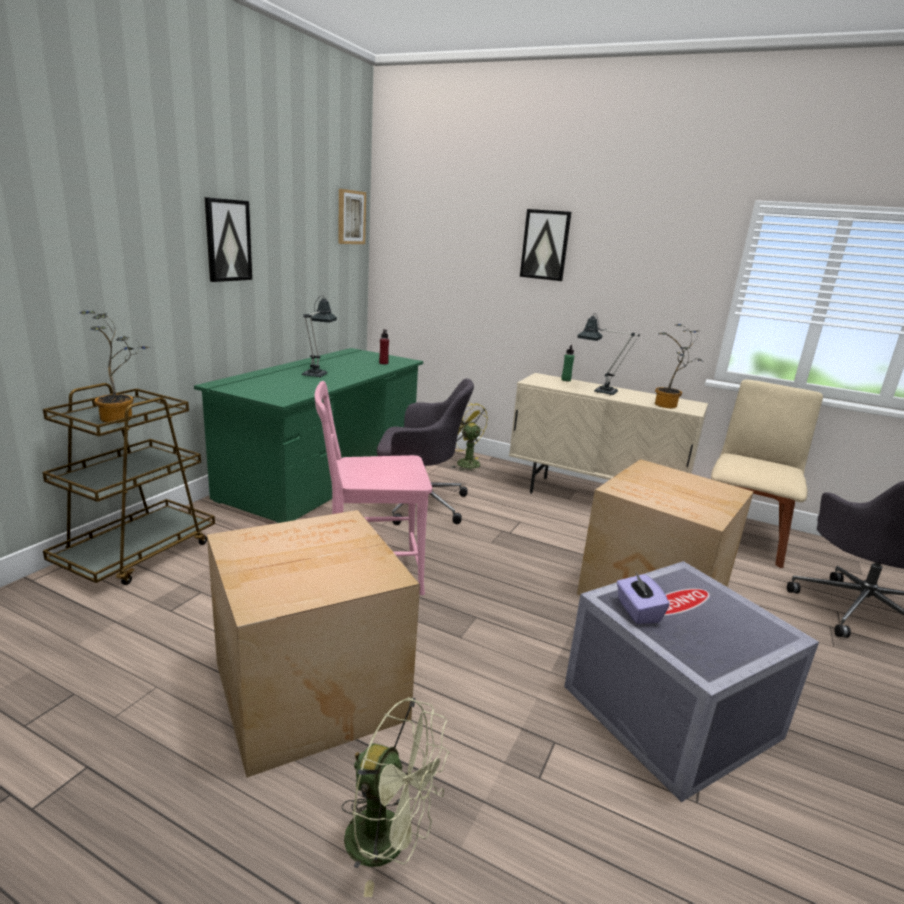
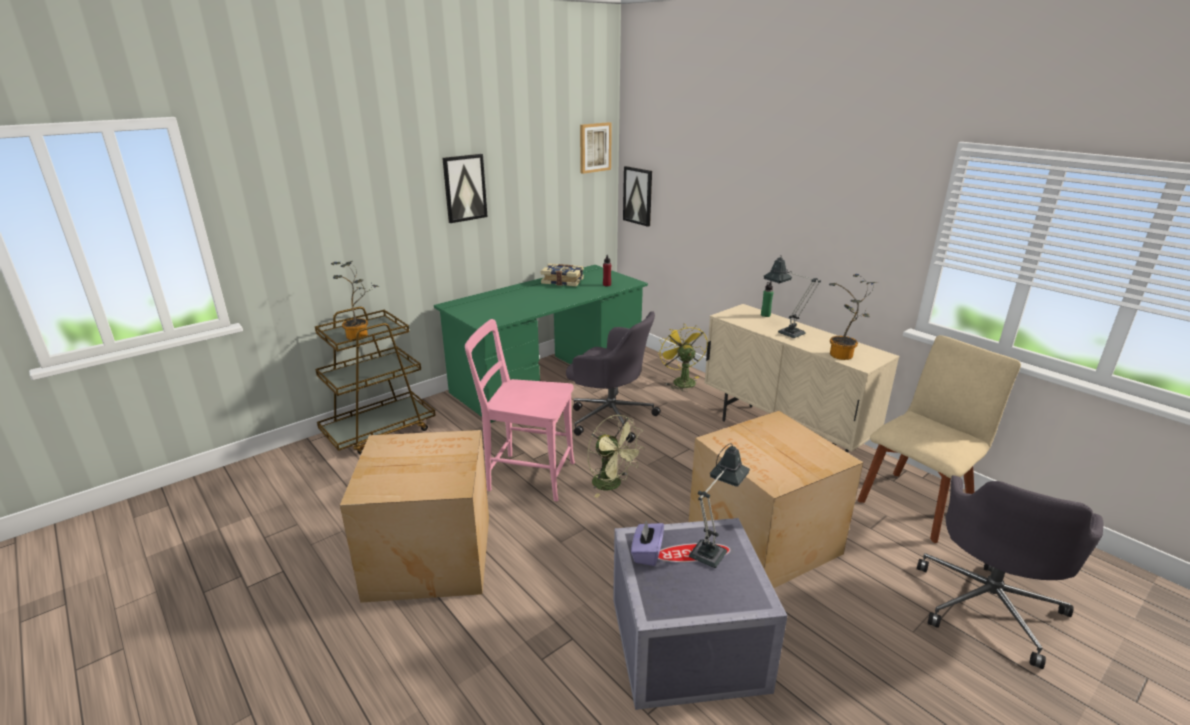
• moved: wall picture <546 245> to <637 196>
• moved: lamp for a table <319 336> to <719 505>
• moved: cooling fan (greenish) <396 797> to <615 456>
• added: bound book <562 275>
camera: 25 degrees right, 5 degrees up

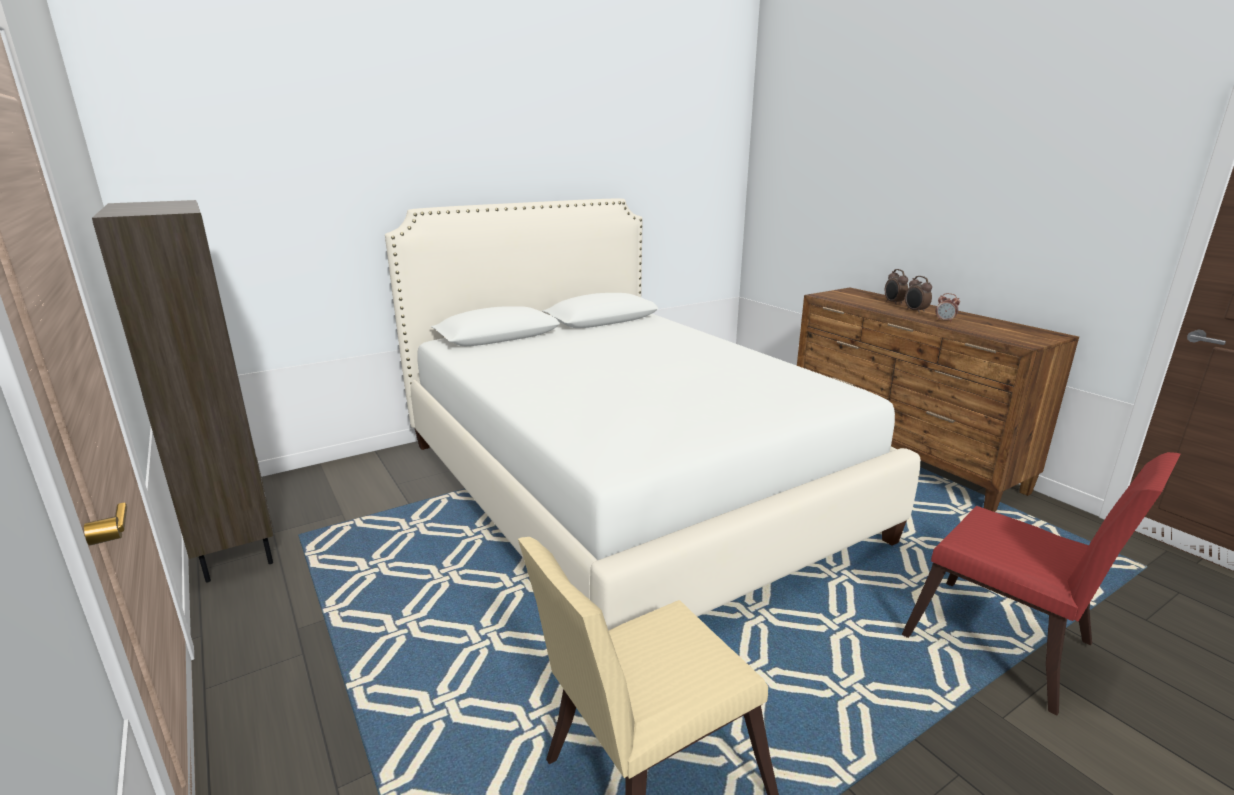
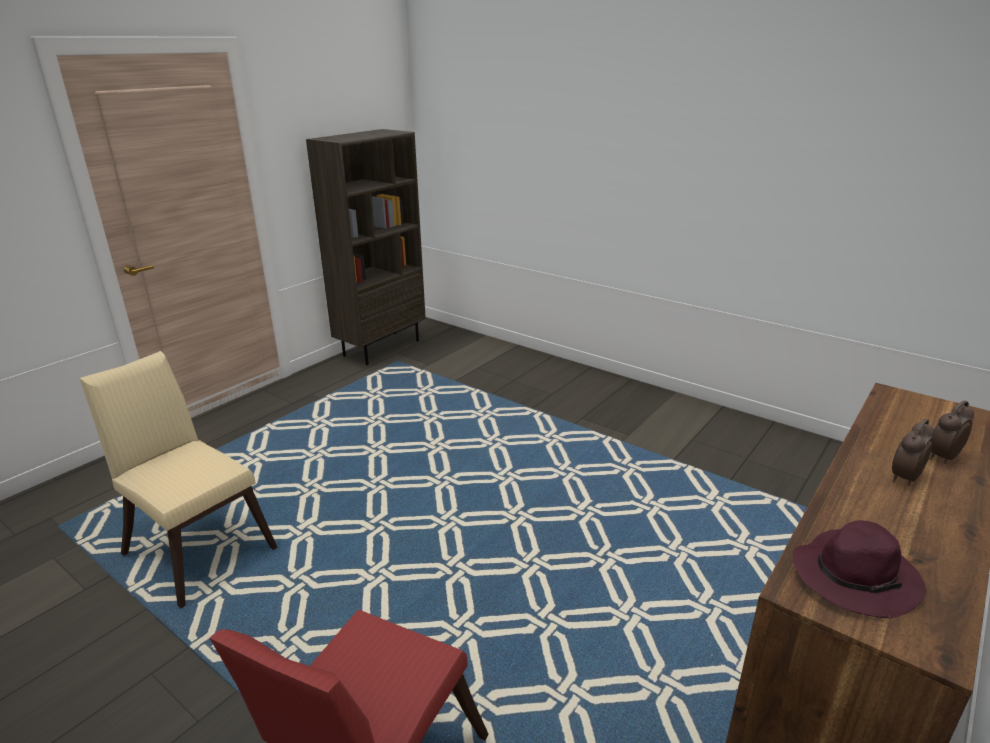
• removed: bed (whitish) <653 414>
• removed: table clock <948 307>
• added: clothing hat (purple-coloured) <859 569>
camera: 70 degrees right, 5 degrees up

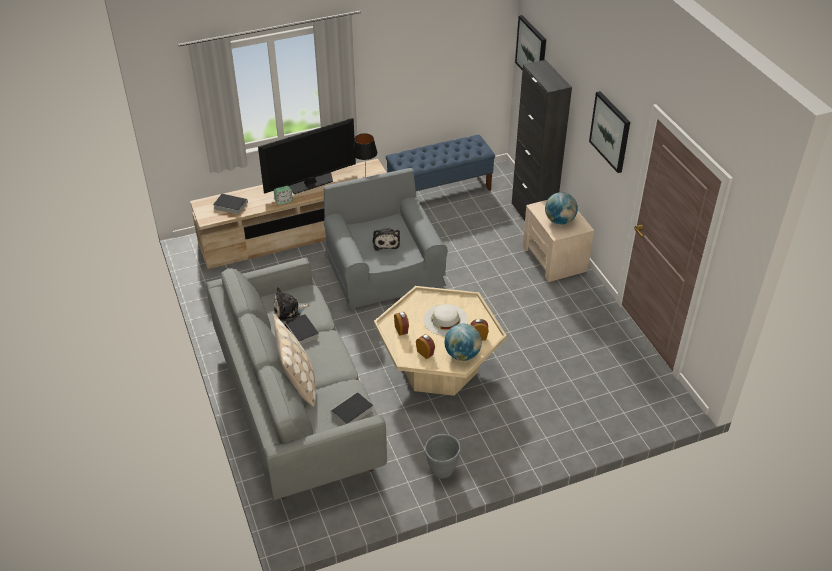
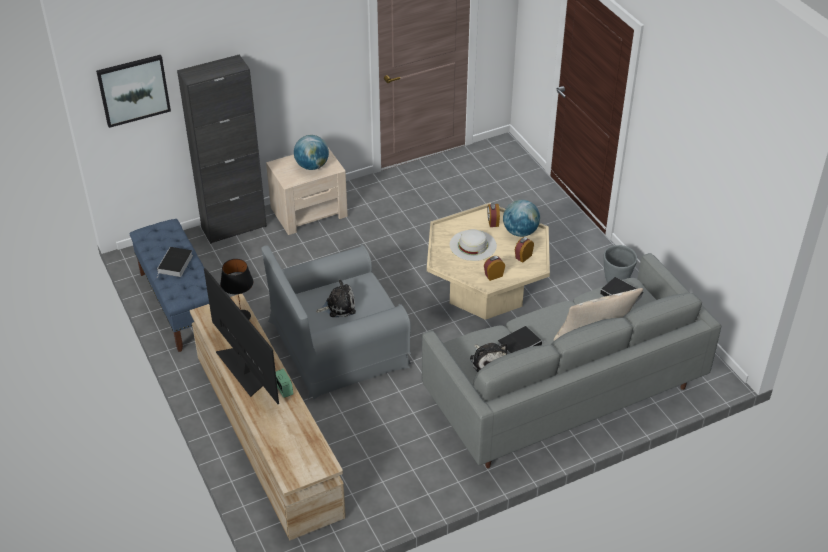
• removed: wall picture <609 132>
• moved: bound book <230 204> to <175 262>
camera: 95 degrees left, 0 degrees up

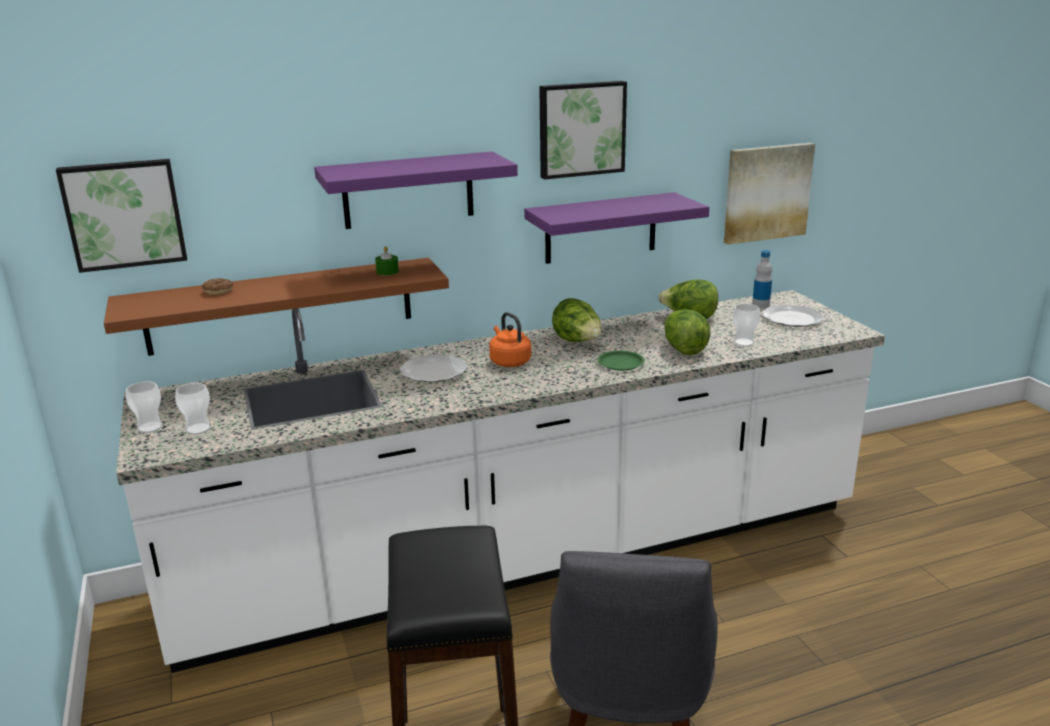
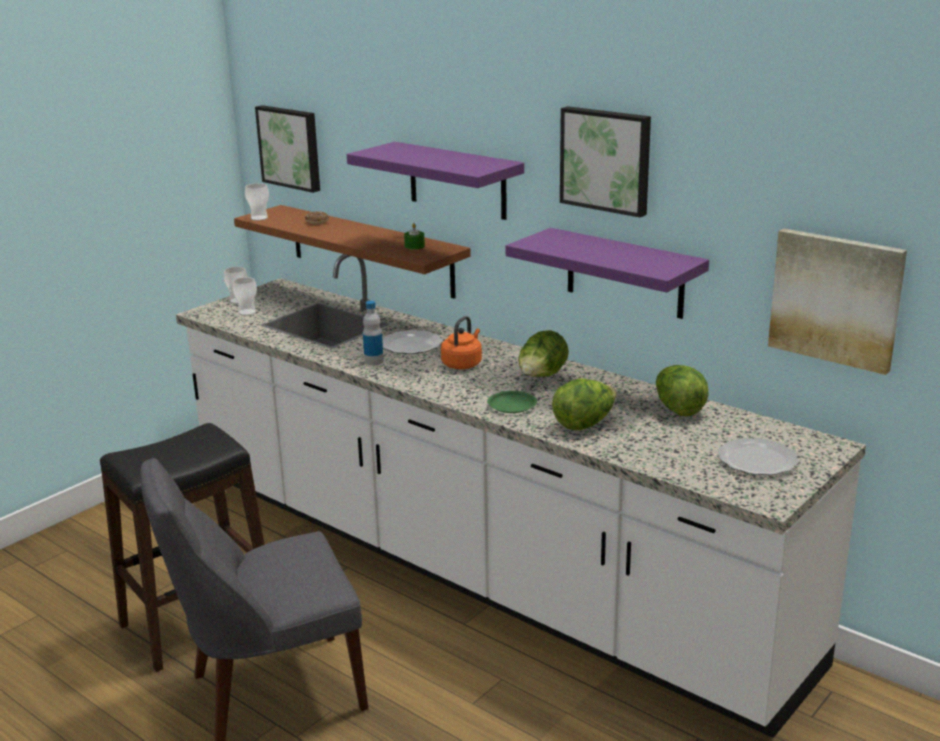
• moved: bottle <762 279> to <373 333>
• moved: cup <746 325> to <257 202>
camera: 60 degrees right, 0 degrees up

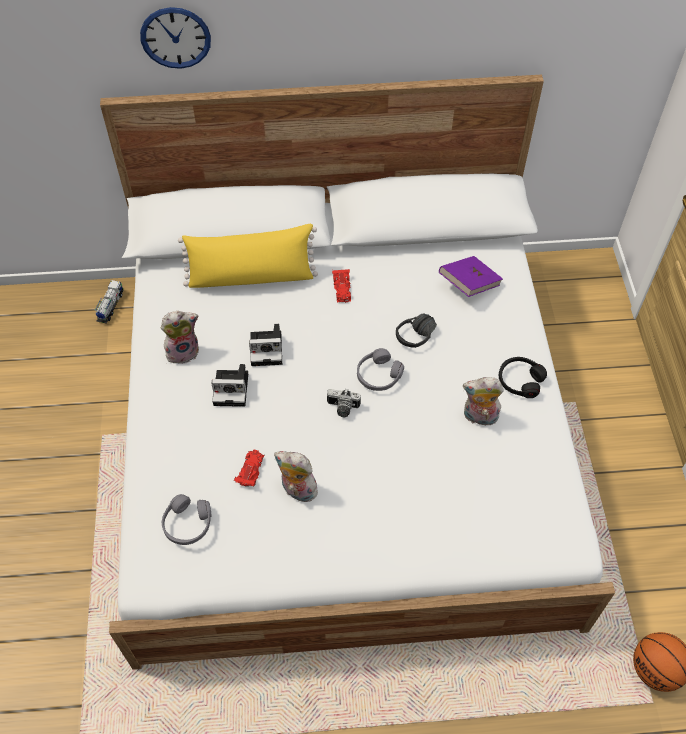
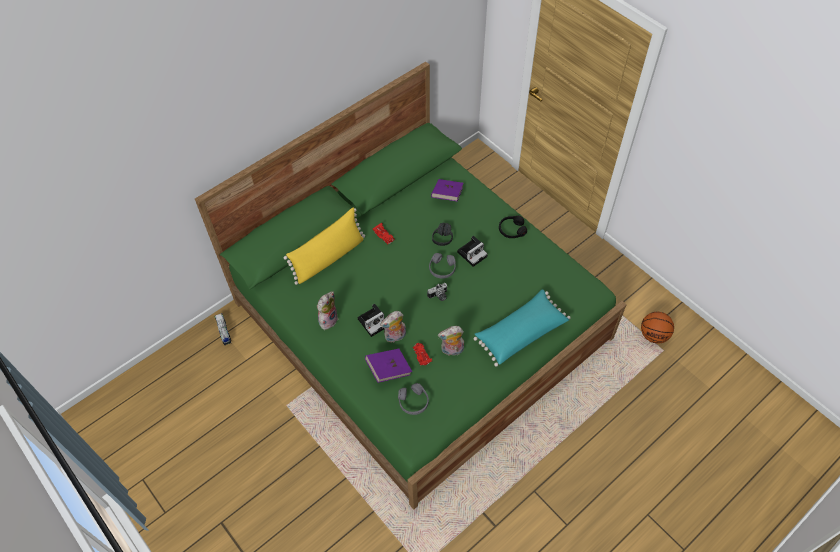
• removed: hanging clock <175 38>
• recoloured: bed (whitish) <357 372> to bed (greenish) <411 285>
• moved: photo camera <265 345> to <472 251>
• moved: soft toy <483 401> to <393 327>
• added: cushion (turquoise) <522 328>
• added: bound book (purple-coloured) <388 366>
camera: 35 degrees left, 0 degrees up

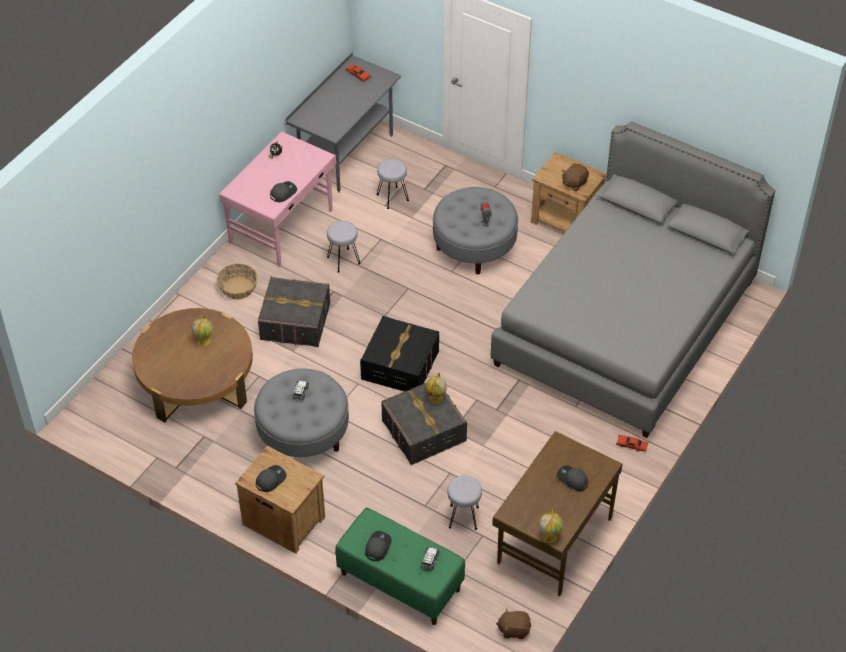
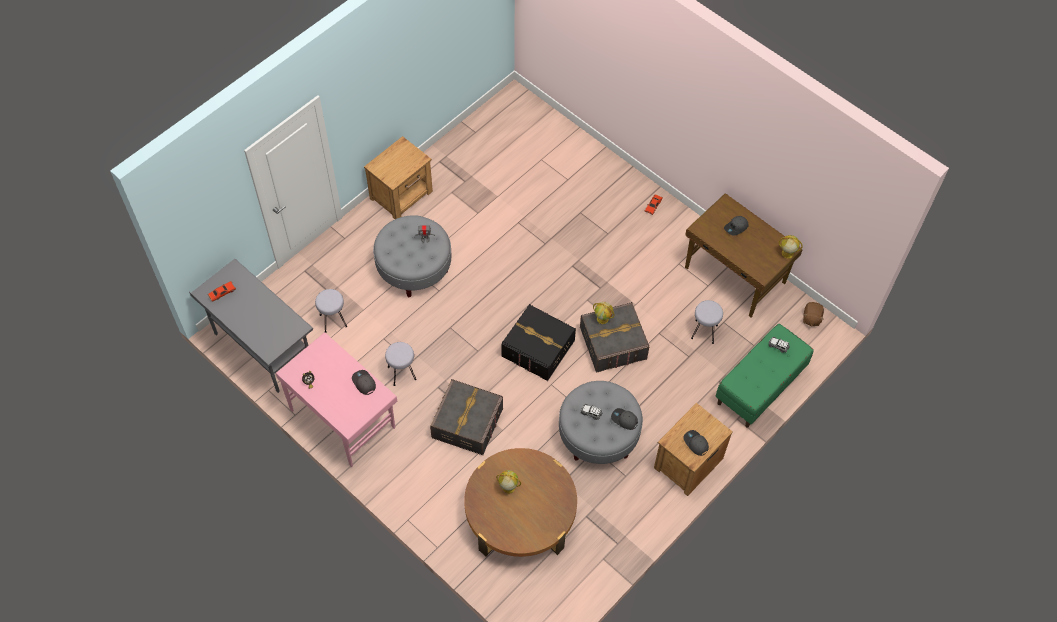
• removed: bed (greyish) <633 279>
• removed: soft toy (brown-coloured) <575 177>
• removed: basket <237 281>
• moved: cap (greyish) <378 546> to <624 419>
camera: 80 degrees left, 10 degrees up

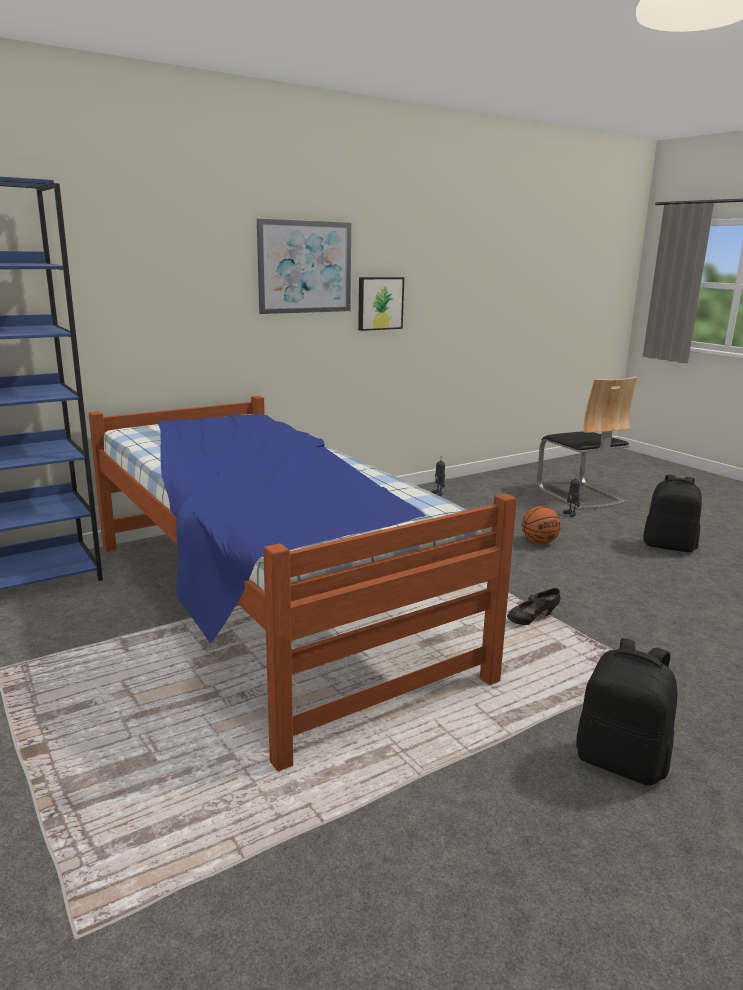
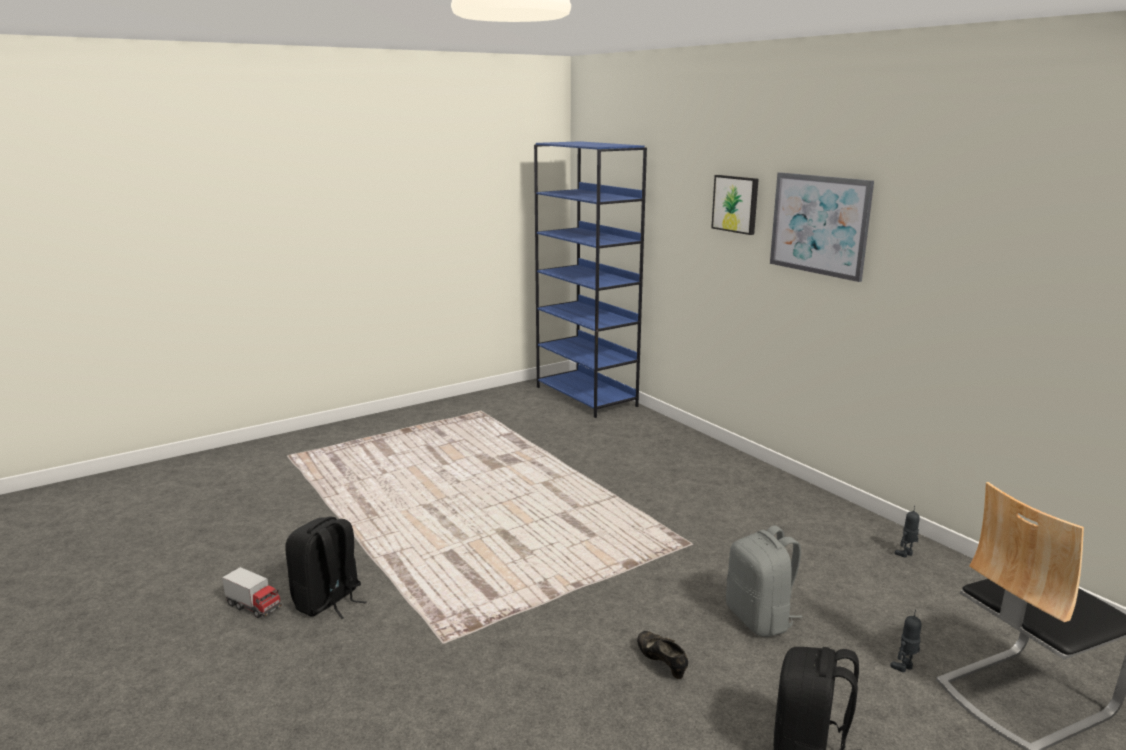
• moved: wall picture <381 304> to <735 205>
• removed: bed <303 583>
• replaced: ball for basketball <541 525> to rucksack (greyish) <764 581>
• moved: item of footwear (black-coloured) <533 606> to <662 655>
• added: model truck <252 592>
camera: 90 degrees right, 0 degrees up

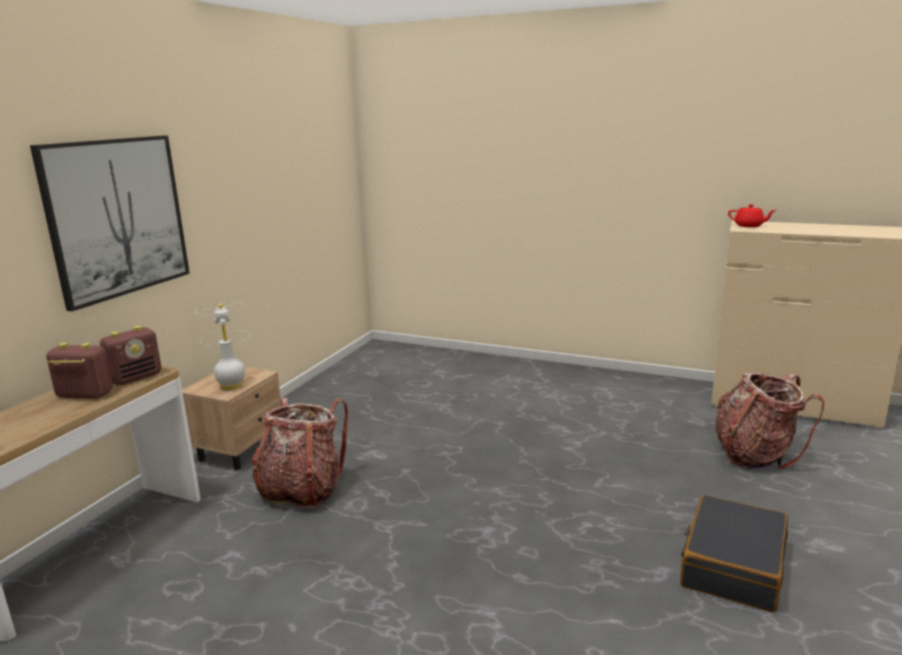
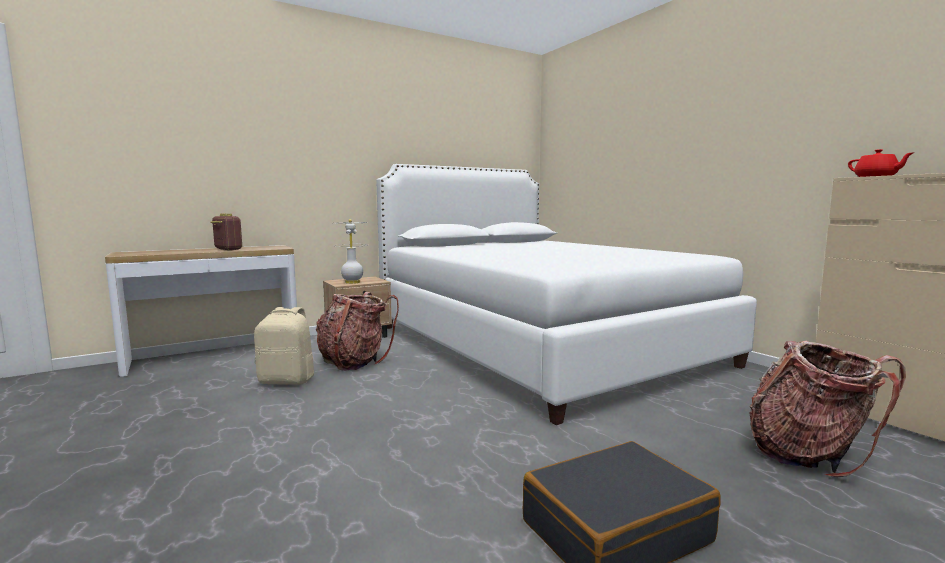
• removed: wall picture <110 223>
• removed: radio set <131 356>
• added: bed (whitish) <566 294>
• added: rucksack (sand-coloured) <284 346>
camera: 35 degrees right, 10 degrees down

